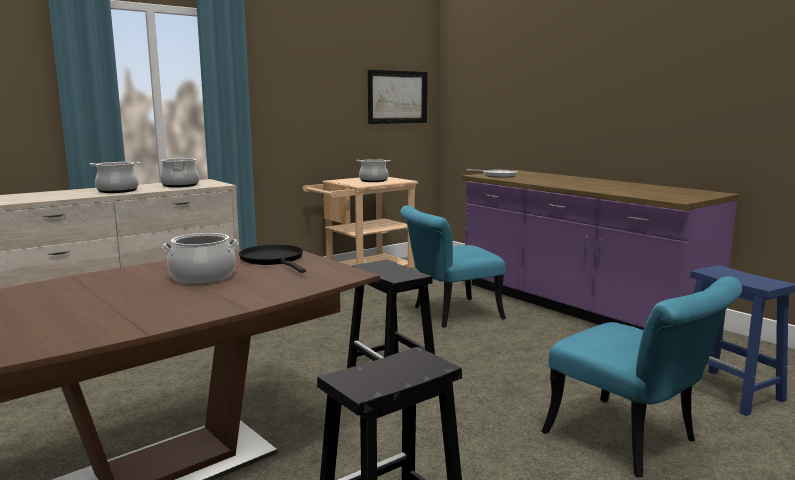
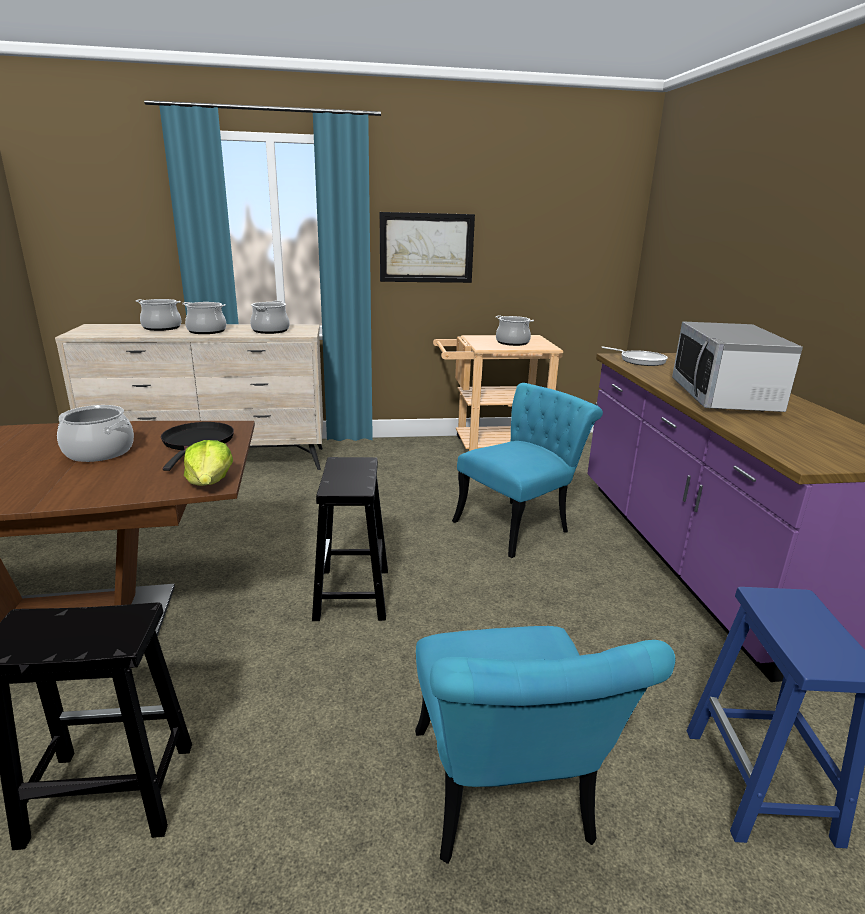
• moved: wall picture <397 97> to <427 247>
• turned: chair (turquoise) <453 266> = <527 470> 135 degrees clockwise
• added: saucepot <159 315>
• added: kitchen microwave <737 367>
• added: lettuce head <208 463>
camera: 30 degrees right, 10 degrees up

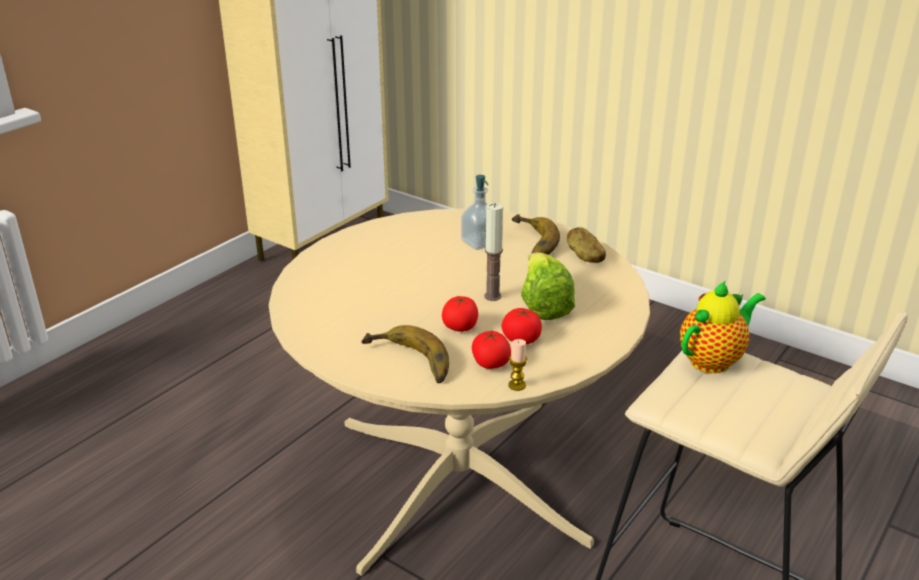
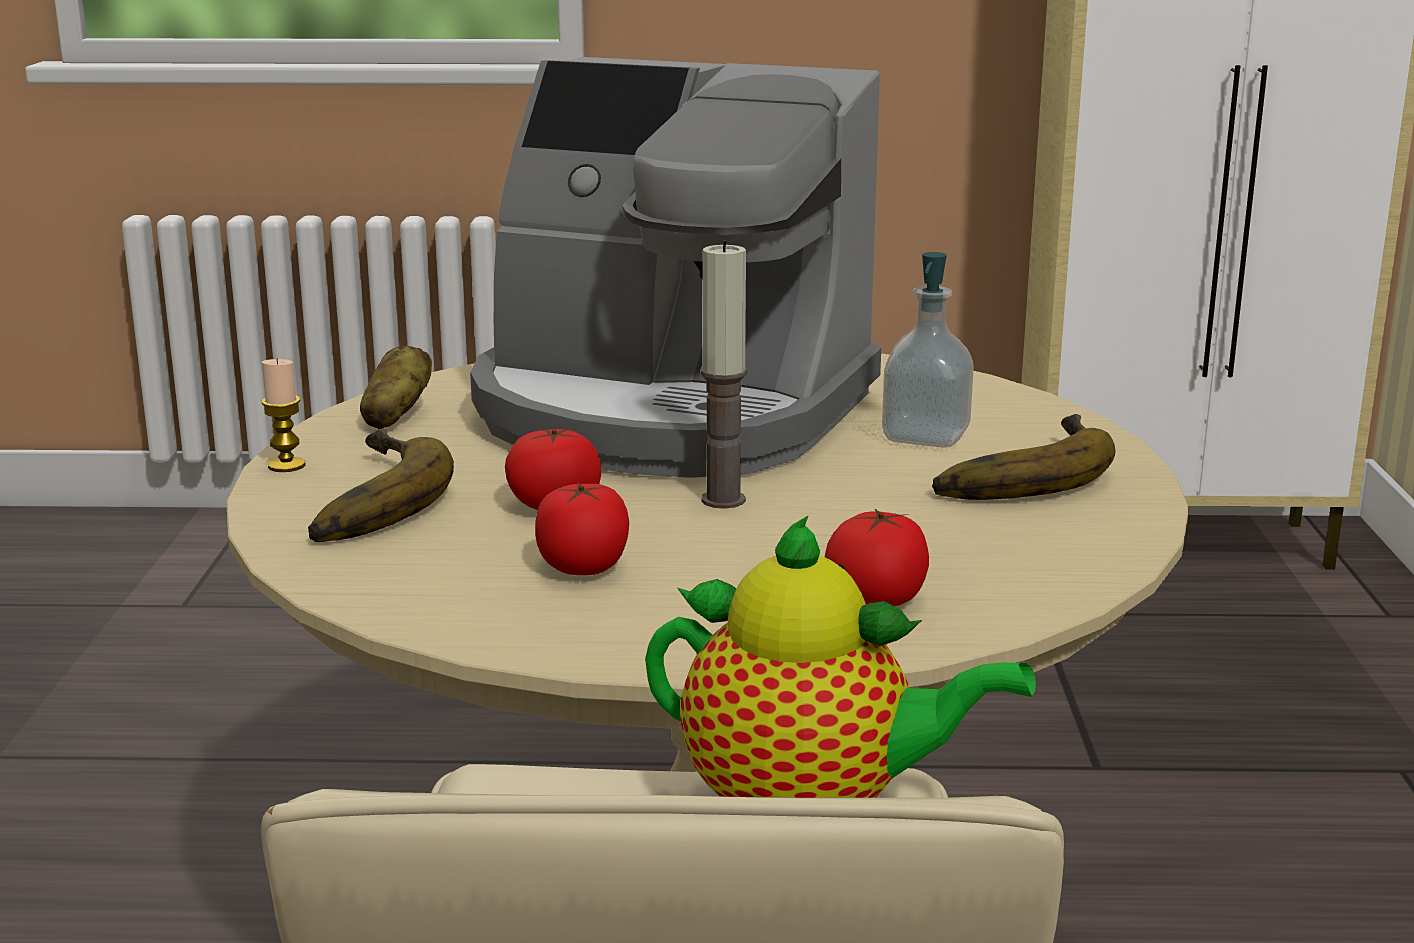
• moved: spud <586 245> to <396 387>
• removed: lettuce head <548 286>
• moved: whole tomato <491 349> to <877 557>
• moved: candle <517 365> to <283 415>
• added: coffee maker <675 267>
camera: 55 degrees right, 10 degrees down

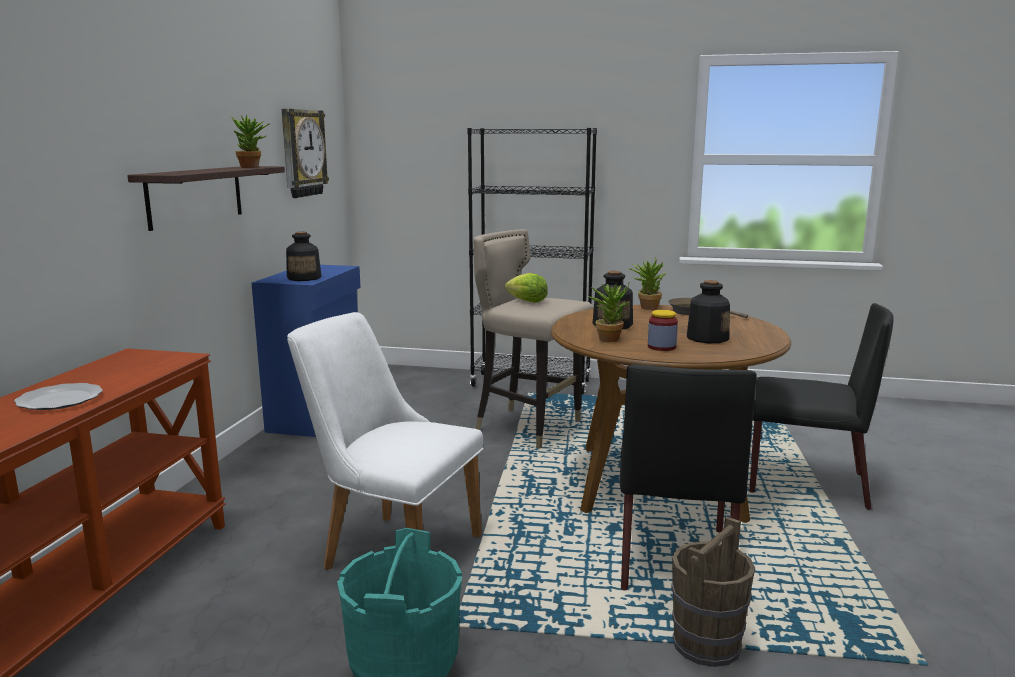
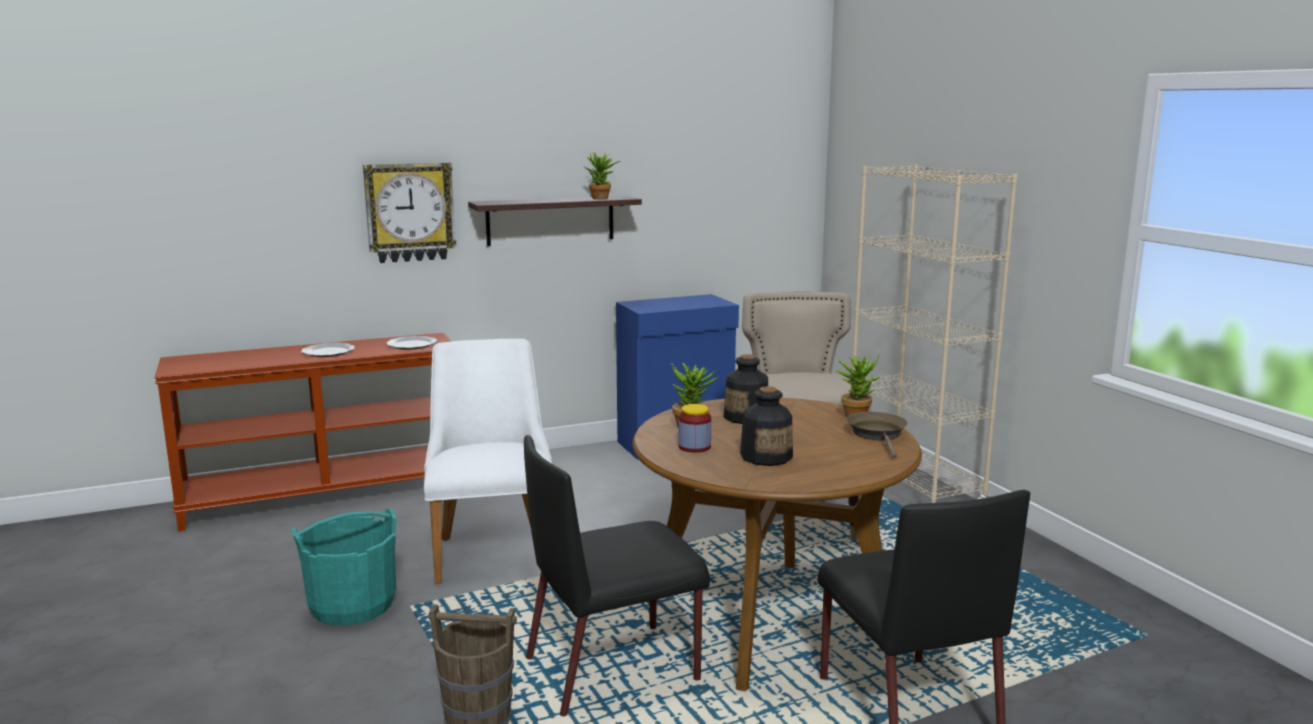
• moved: hanging clock <305 153> to <409 213>
• recoloured: bookcase (black-coloured) <532 261> to bookcase (sand-coloured) <935 334>
• removed: bottle <304 256>
• removed: lettuce head <526 288>
• added: plate <411 343>
camera: 55 degrees right, 0 degrees up

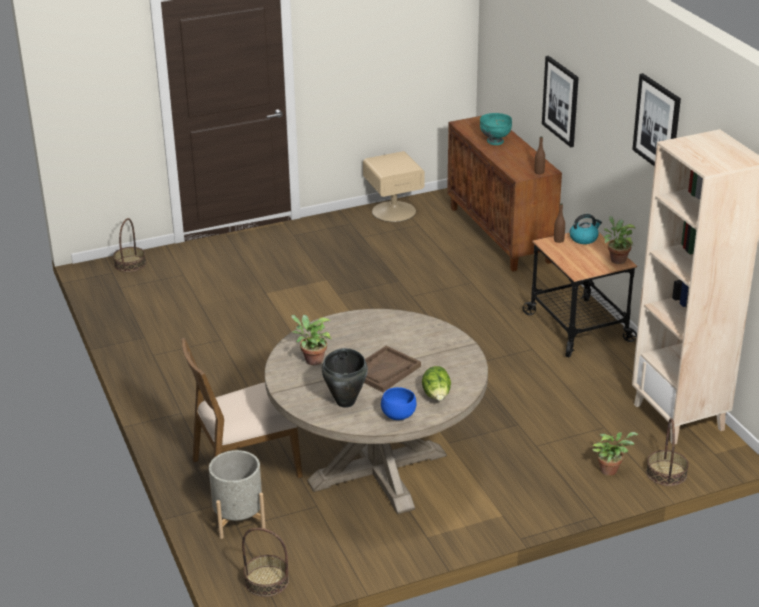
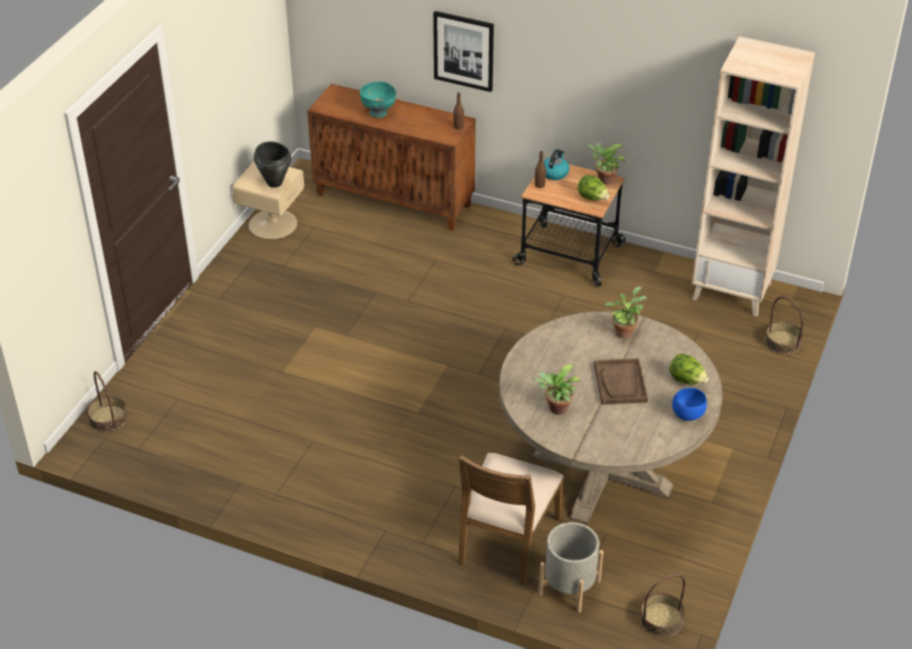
• removed: wall picture <656 120>
• moved: saucepot (black-coloured) <345 378> to <272 165>
• moved: potted plant <615 454> to <625 313>
• added: lettuce head <594 188>
camera: 45 degrees left, 10 degrees up

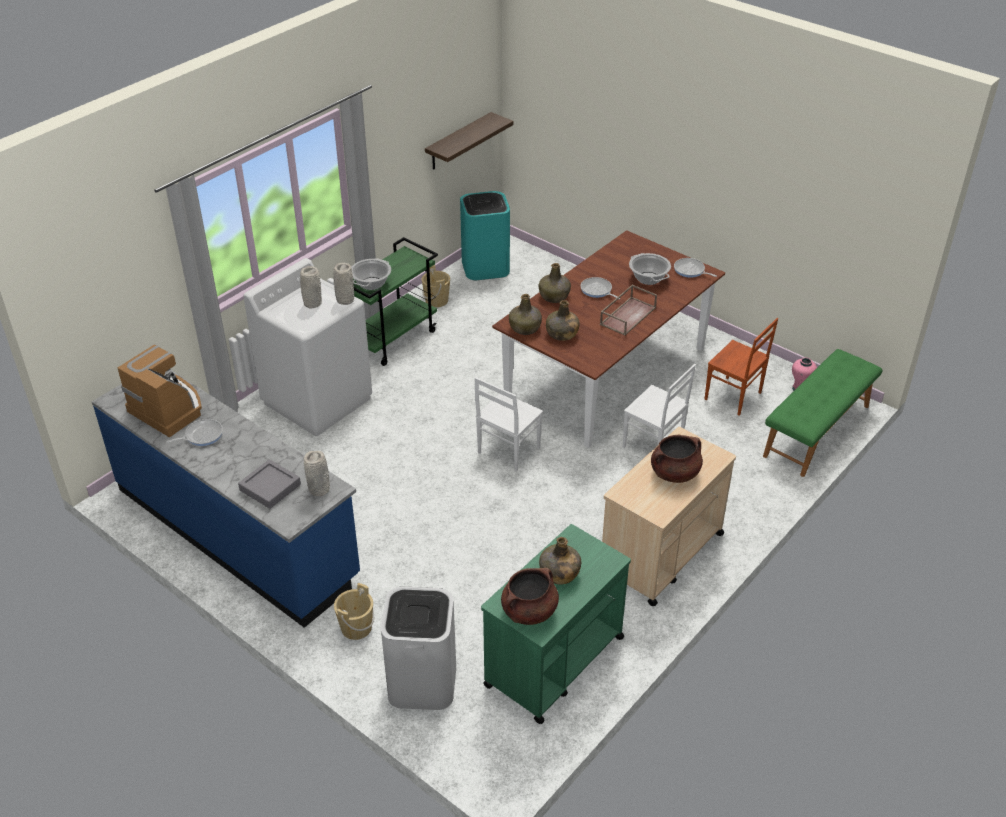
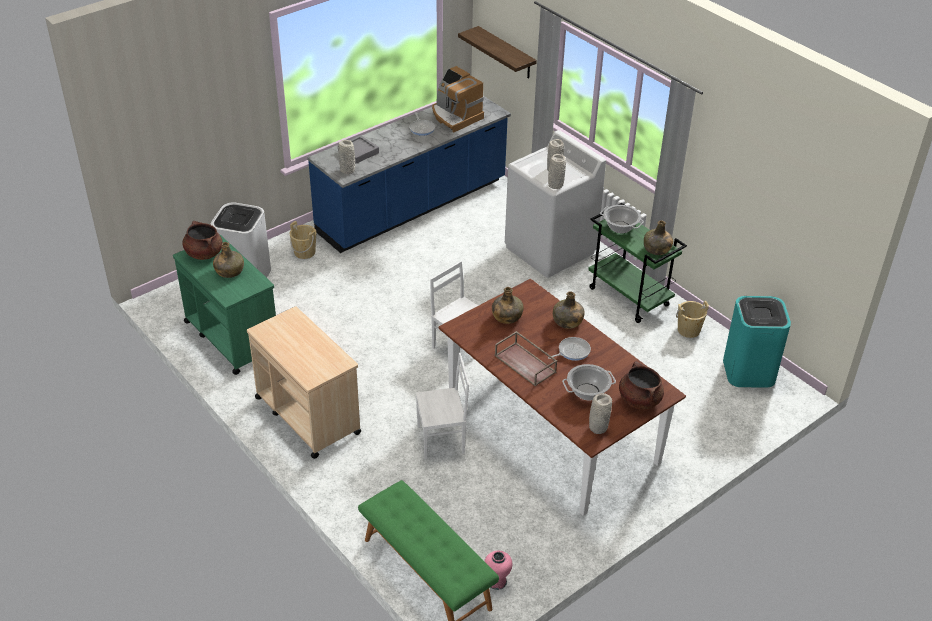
• moved: shelf <469 141> to <497 52>
• replaced: skillet <695 268> to flower vase (greyish) <600 413>
• moved: bottle (greenish) <525 314> to <658 237>
• removed: chair (brown-coloured) <741 367>
• turned: coffee maker <160 391> = <458 99> 90 degrees clockwise
• turned: chair (whitish) <659 406> = <442 406> 150 degrees counterclockwise
• moved: saucepot (brown-coloured) <677 459> to <641 385>
camera: 100 degrees right, 0 degrees up

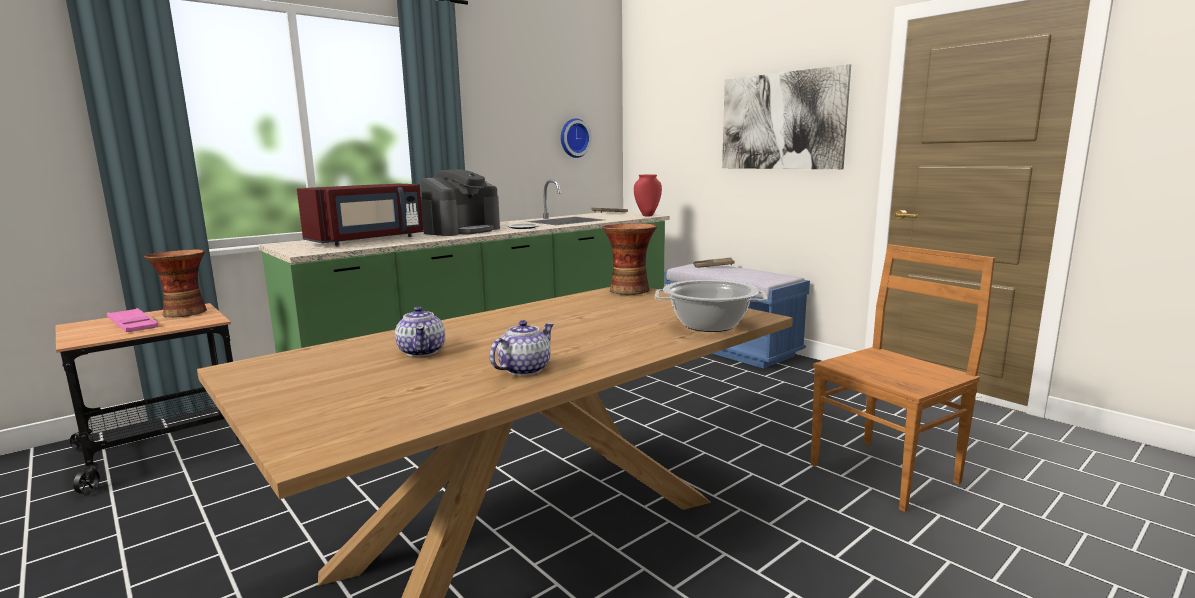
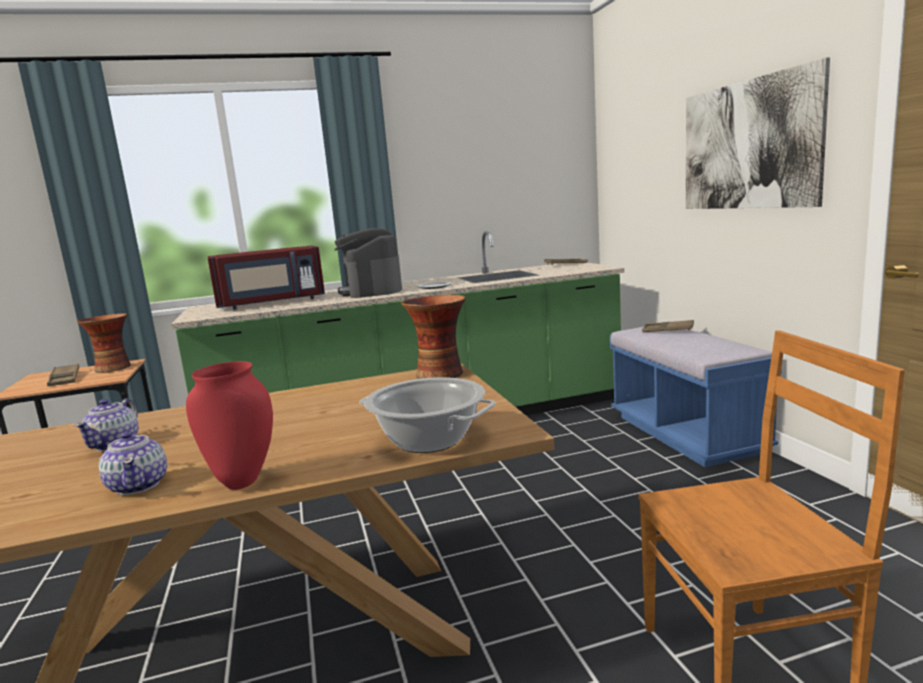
• removed: hanging clock <576 138>
• turned: coffee maker <460 202> = <368 263> 105 degrees clockwise
• moved: flower vase (red) <648 196> to <229 425>
• recoloured: serving tray (pink-coloured) <133 320> to serving tray (brown-coloured) <63 374>
• turned: tea pot <522 348> = <133 463> 90 degrees clockwise
camera: 25 degrees right, 0 degrees up

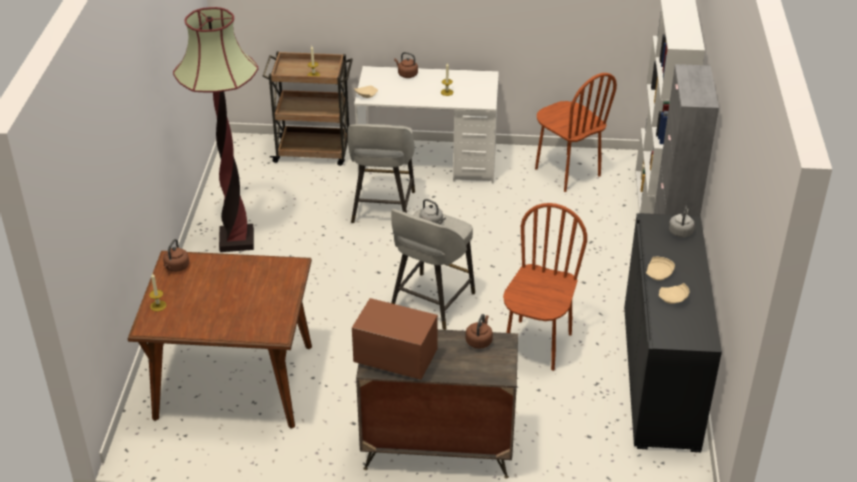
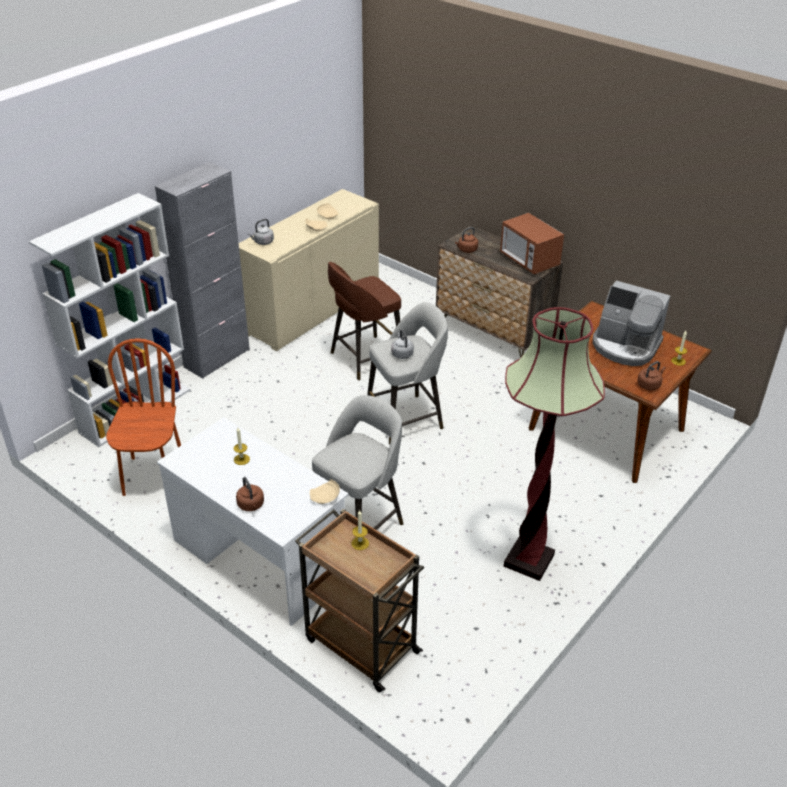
• replaced: chair (brown-coloured) <545 287> to stool (brown-coloured) <364 321>
• recoloured: cupboard (black-coloured) <673 332> to cupboard (sand-coloured) <309 270>
• added: coffee maker <631 323>
camera: 145 degrees left, 0 degrees up

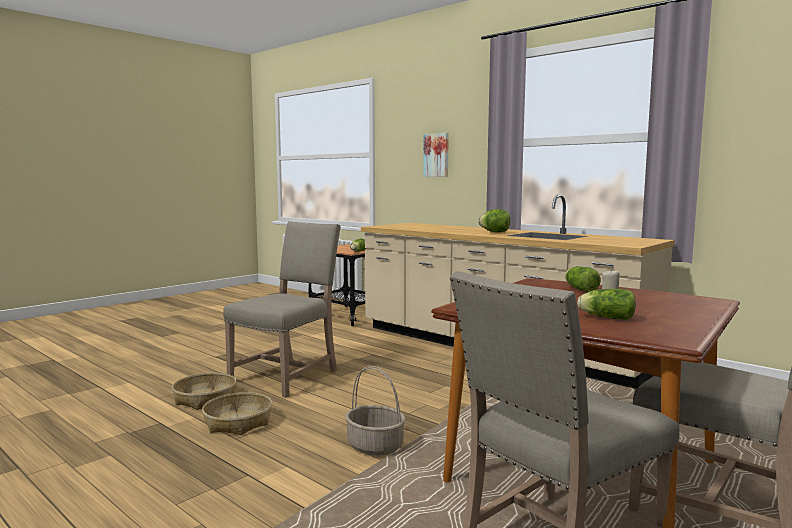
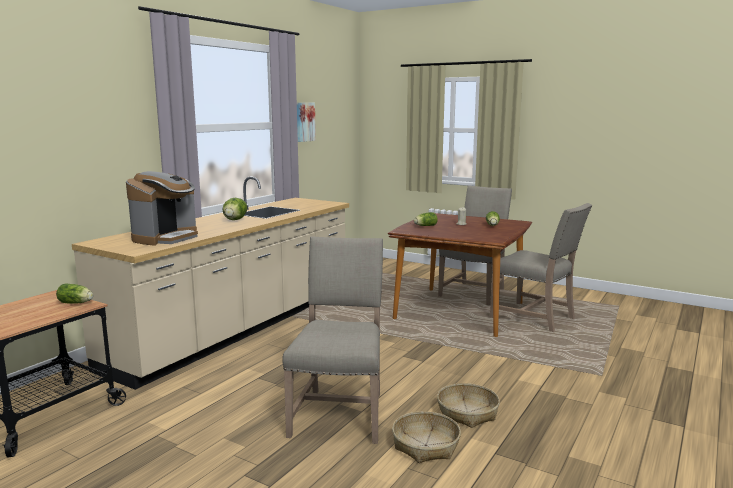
• moved: wall picture <436 155> to <306 122>
• turned: chair (sand-coloured) <282 310> = <332 340> 75 degrees clockwise
• removed: basket <375 411>
• added: coffee maker <162 208>
camera: 100 degrees left, 5 degrees up

